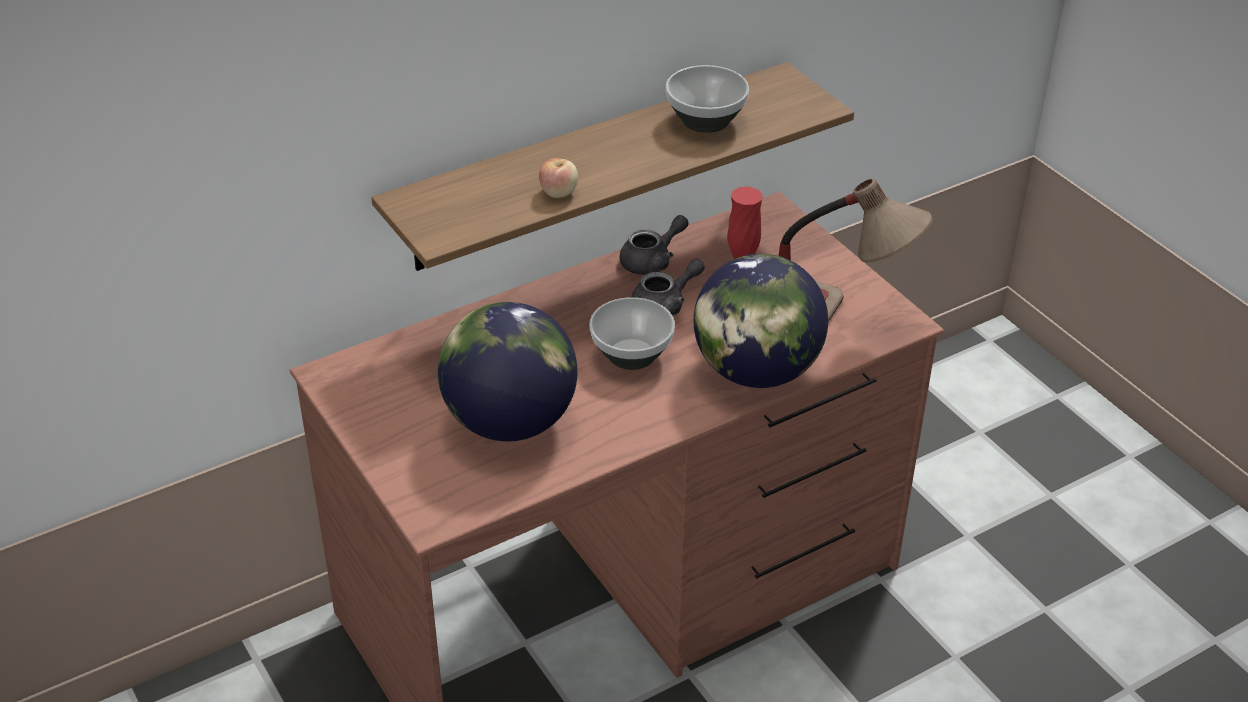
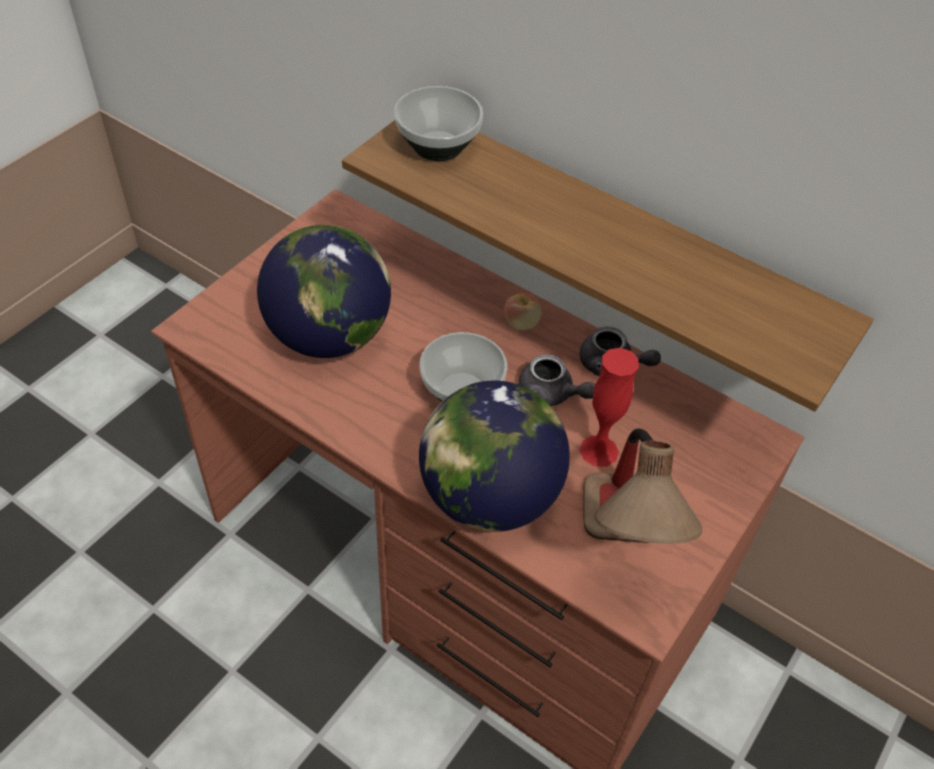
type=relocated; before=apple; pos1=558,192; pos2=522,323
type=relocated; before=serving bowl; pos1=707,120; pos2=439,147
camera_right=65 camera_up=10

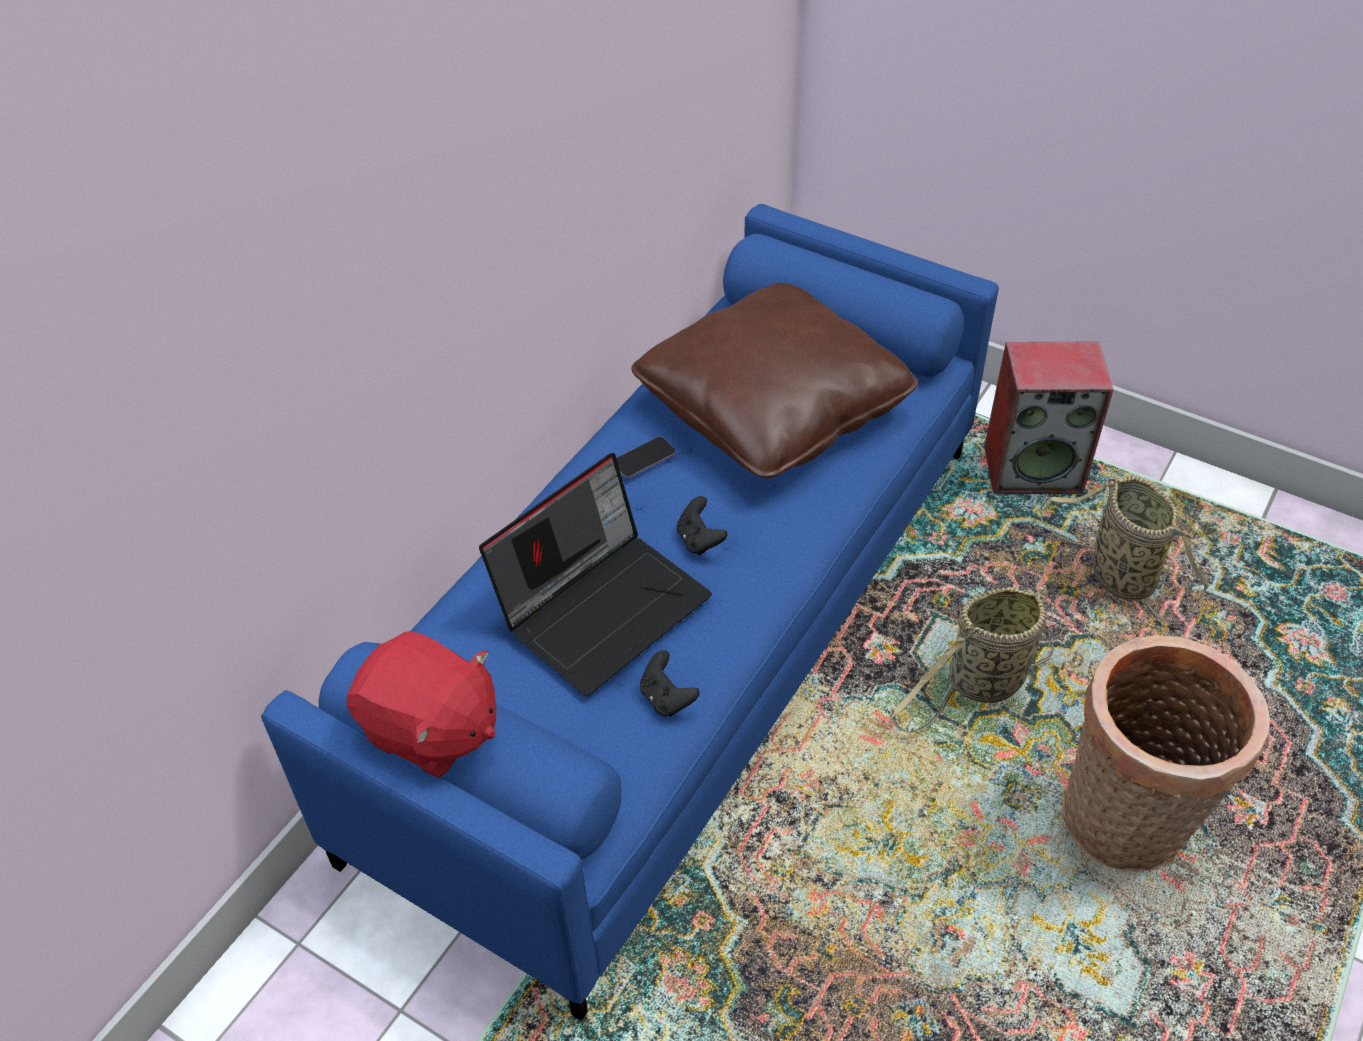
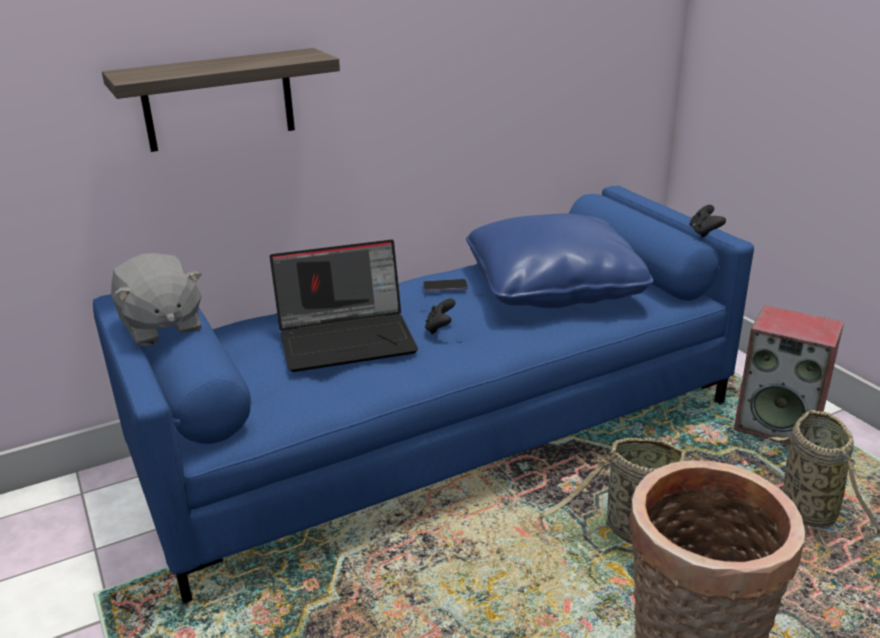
type=colour; before=red-coloured soft toy; after=greyish soft toy; pos1=431,730; pos2=161,327
type=colour; before=brown pillow; after=bluish pillow; pos1=773,409; pos2=553,288
type=relocated; before=black-coloured gamepad; pos1=666,698; pos2=704,233
type=appeared; after=wall shelf; pos2=219,100
camera_right=30 camera_up=-20

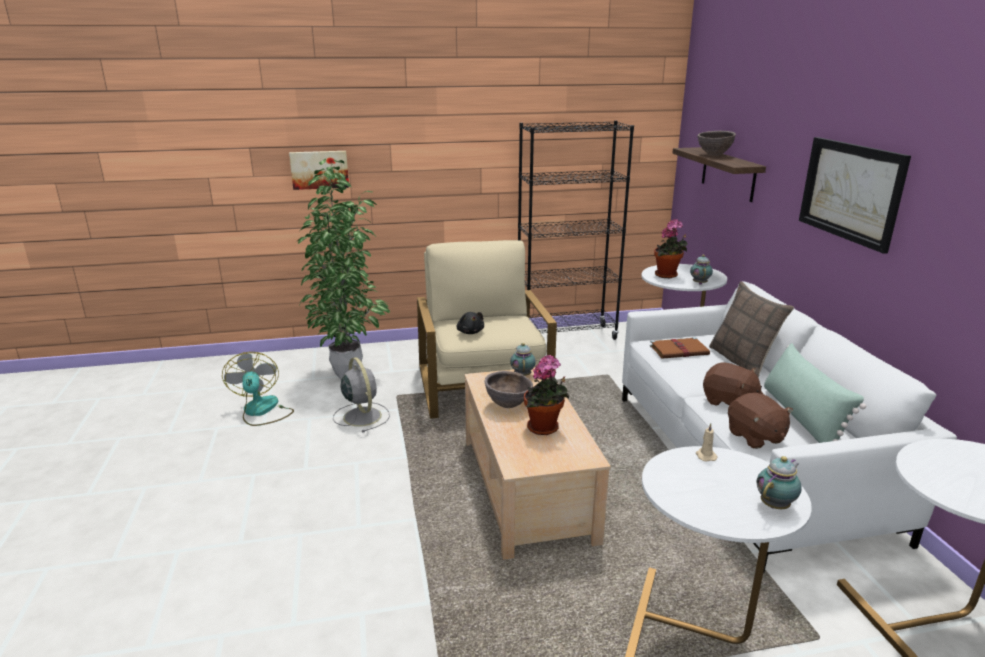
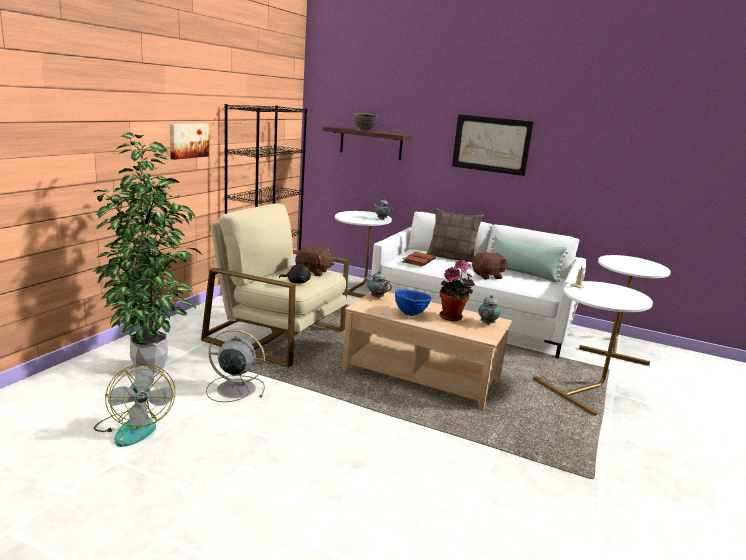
type=spun; before=cooling fan; pos1=261,411; pos2=134,427; turn=-135
type=relocated; before=wall picture; pos1=319,169; pos2=188,140
type=colour; before=brown serving bowl; after=bluish serving bowl; pos1=508,405; pos2=410,314
type=missing; before=houseplant; pos1=667,275
type=relocated; before=brown soft toy; pos1=755,437; pos2=313,272
type=relocated; before=pot for tea; pos1=776,505; pos2=487,323
camera_right=-55 camera_up=-5

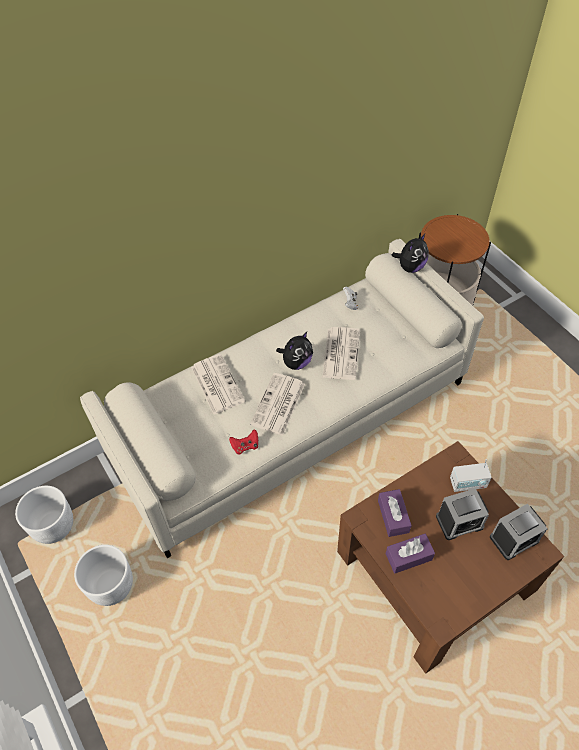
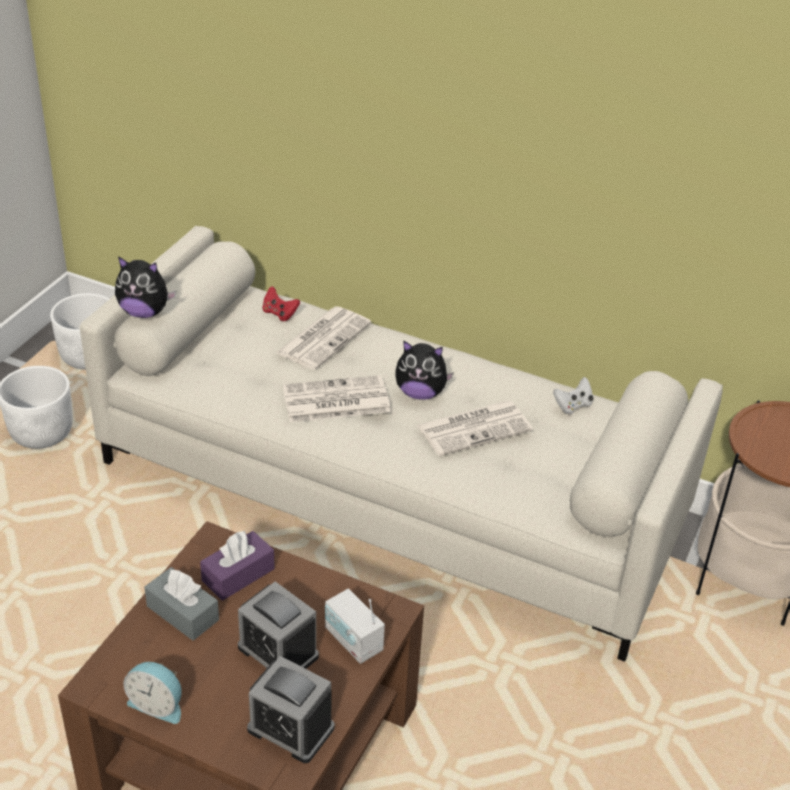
type=relocated; before=red-coloured gamepad; pos1=245,446; pos2=279,314
type=colour; before=purple-coloured box of tissues; after=greyish box of tissues; pos1=408,556; pos2=182,613
type=relocated; before=soft toy; pos1=410,267; pos2=145,312
type=appeared; after=alarm clock; pos2=157,704
camera_right=55 camera_up=-15

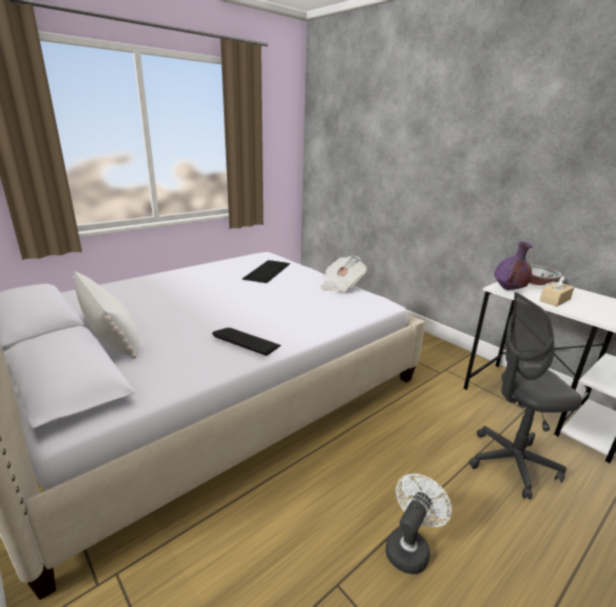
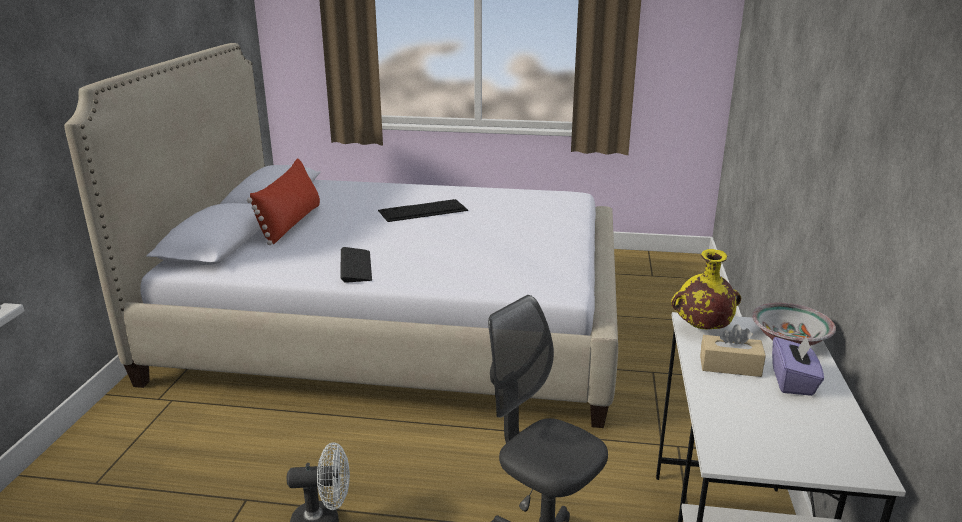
type=colour; before=whitish pillow; after=red-coloured pillow; pos1=110,334; pos2=291,223
type=relocated; before=computer keyboard; pos1=267,271; pos2=422,211
type=missing; before=daily paper; pos1=341,285
type=colour; before=purple-coloured vase; after=yellow vase; pos1=509,290; pos2=701,328
type=appeared; after=purple-coloured box of tissues; pos2=793,381
camera_right=50 camera_up=0

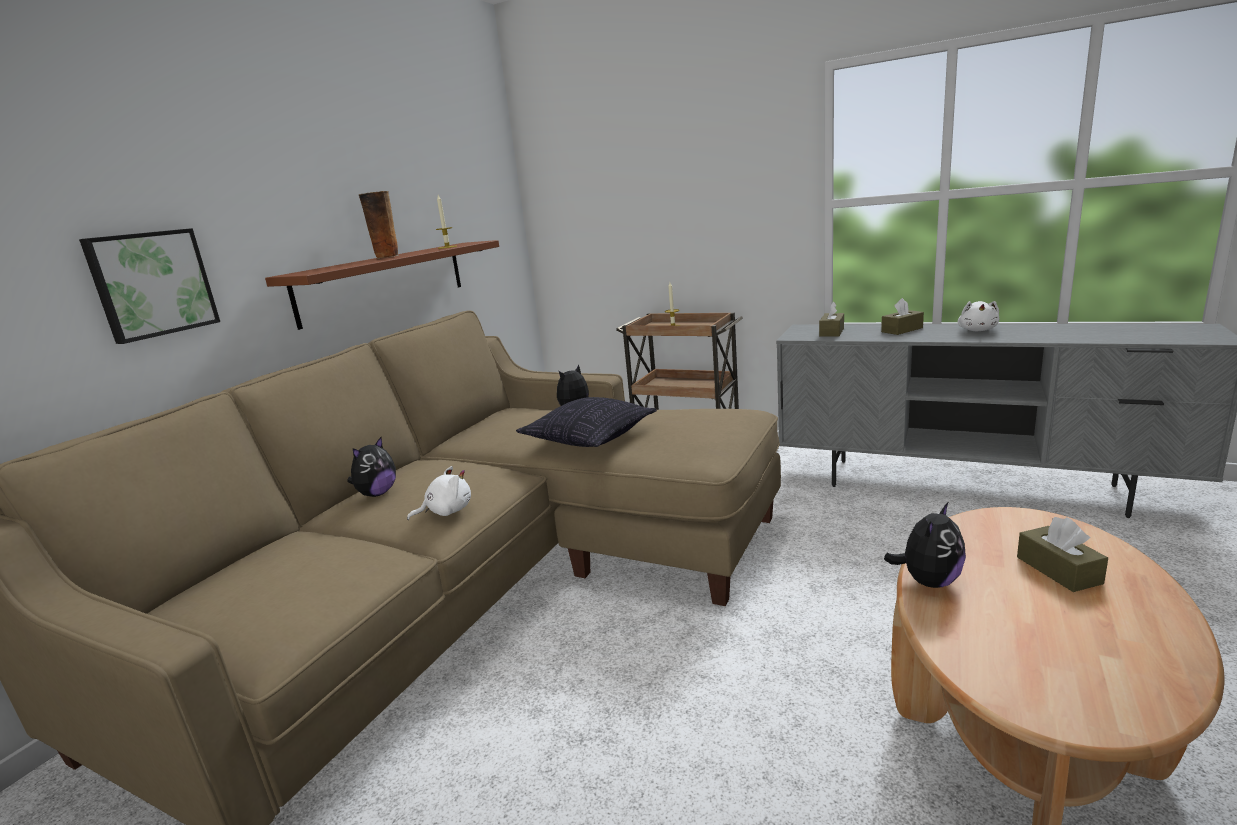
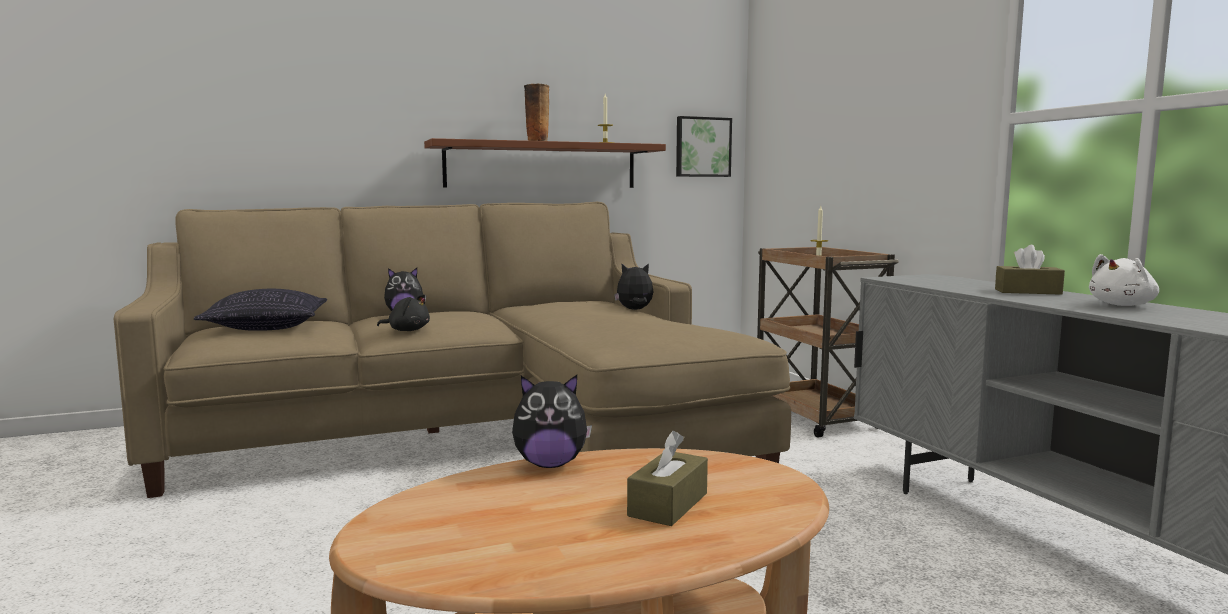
type=relocated; before=wall picture; pos1=152,284; pos2=702,147
type=colour; before=whitish soft toy; after=black-coloured soft toy; pos1=446,511; pos2=407,330
type=relocated; before=pillow; pos1=589,438; pos2=267,327
type=missing; before=brown box of tissues; pos1=831,332
camera_right=40 camera_up=-10

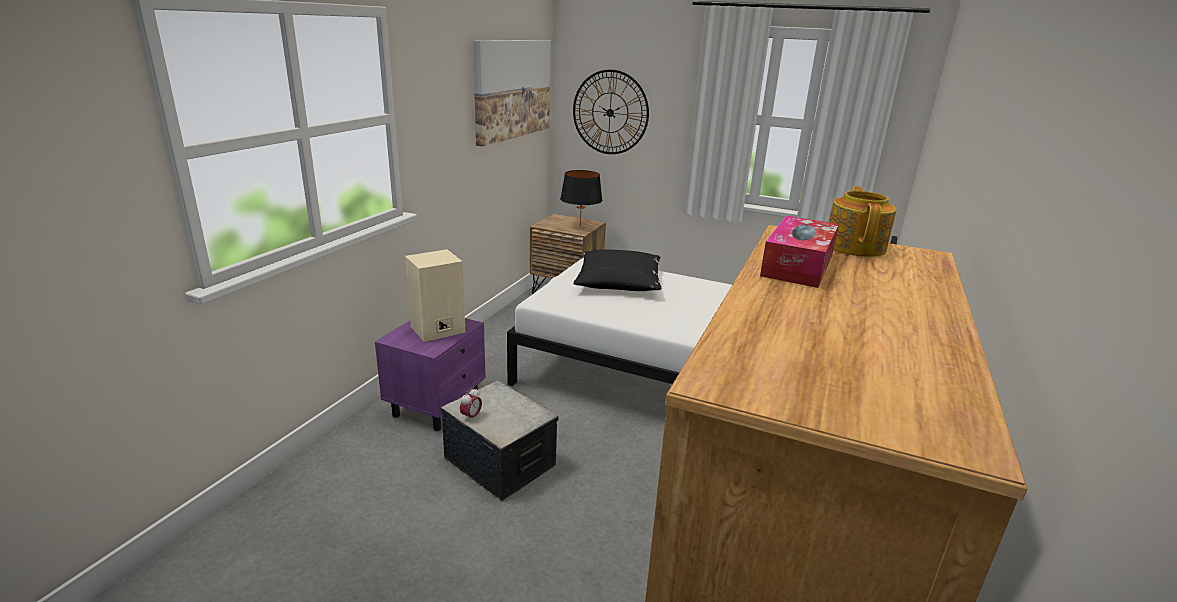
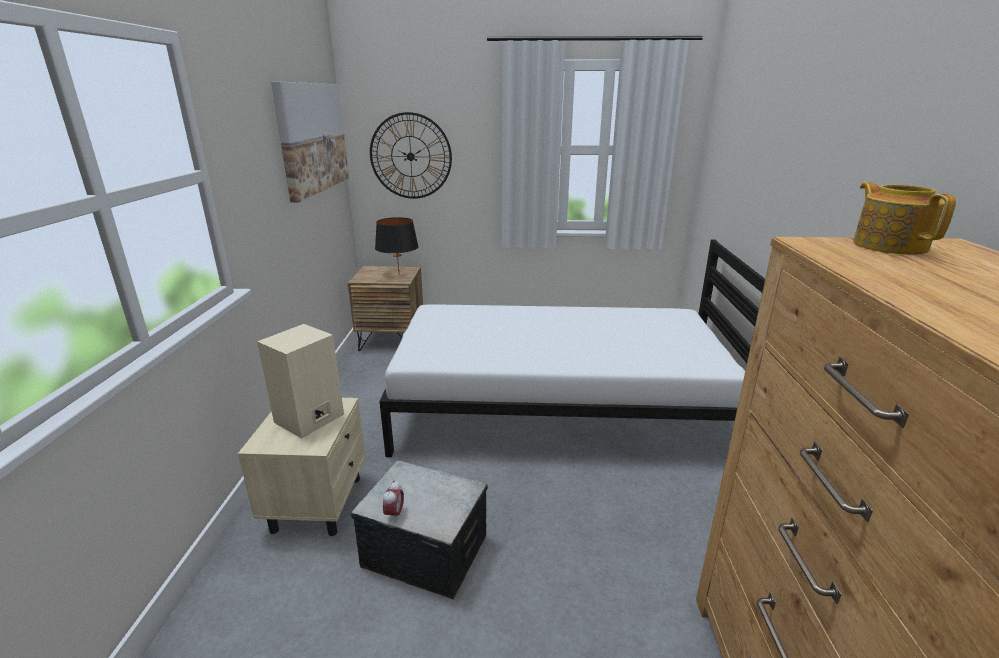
type=colour; before=purple-coloured night table; after=beige night table; pos1=437,405; pos2=318,502
type=missing; before=black-coloured pillow; pos1=618,281
type=missing; before=box of tissues; pos1=797,265
camera_right=-20 camera_up=0

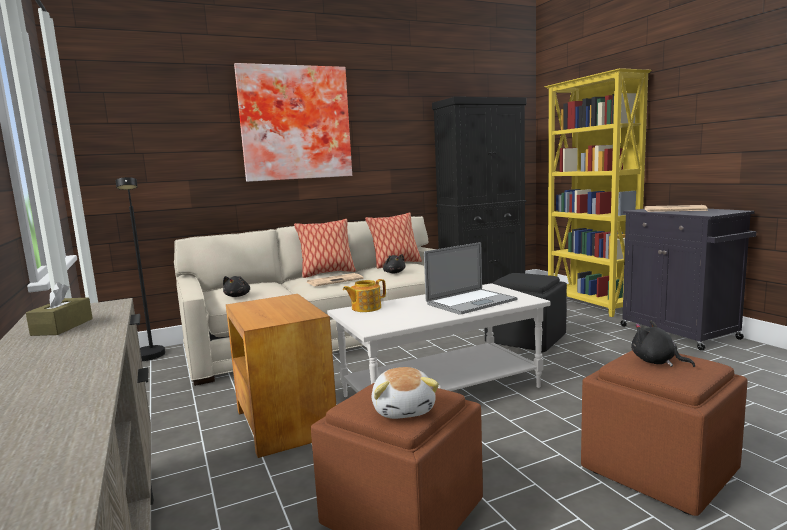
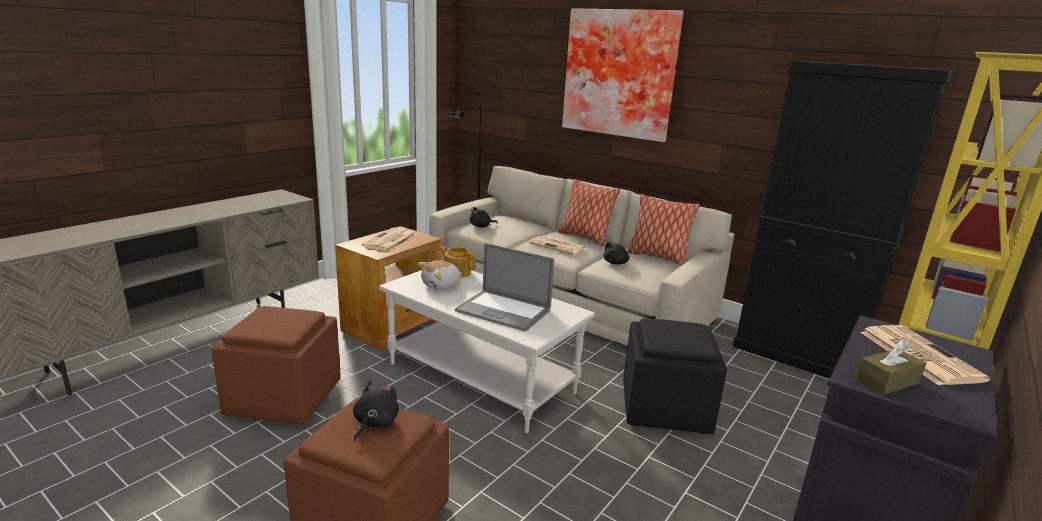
type=relocated; before=brown box of tissues; pos1=62,327; pos2=887,381
type=relocated; before=soft toy; pos1=404,409; pos2=442,286
type=appeared; after=daily paper; pos2=390,240
camera_right=60 camera_up=10

